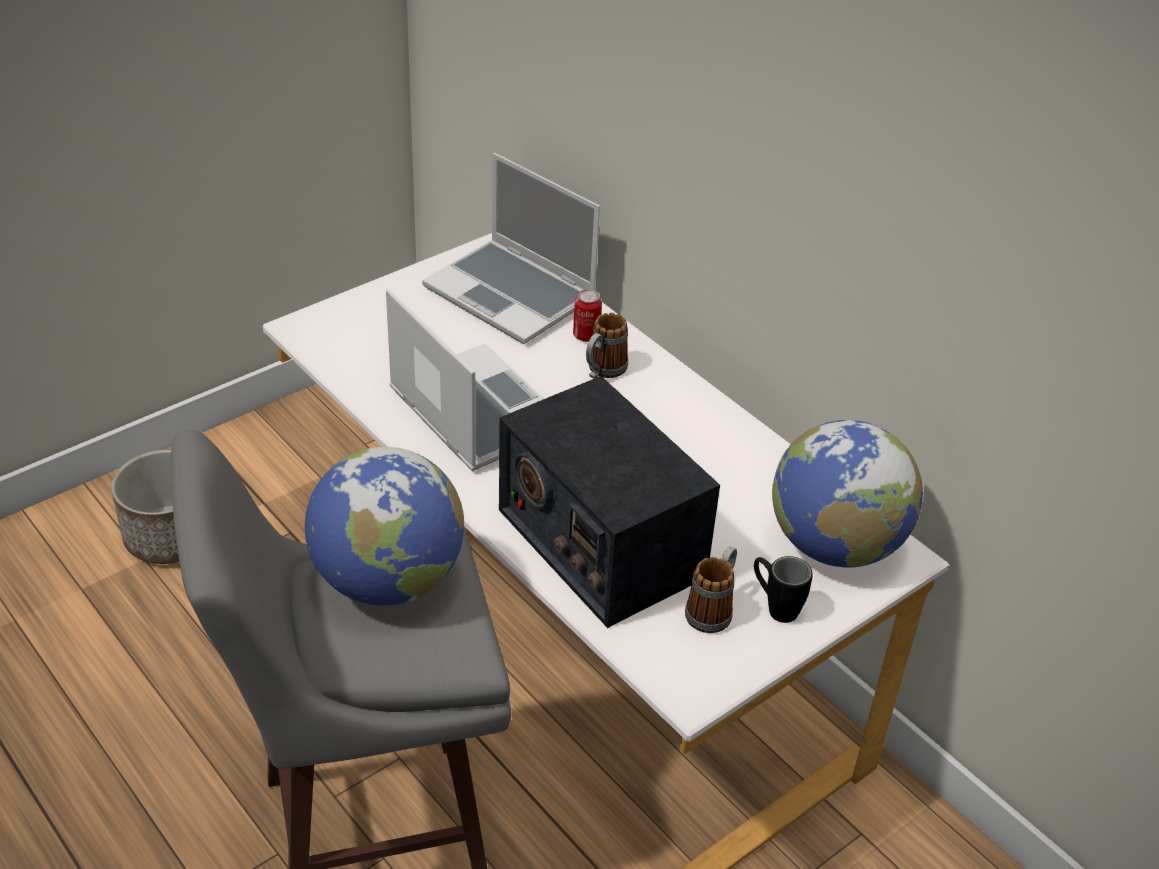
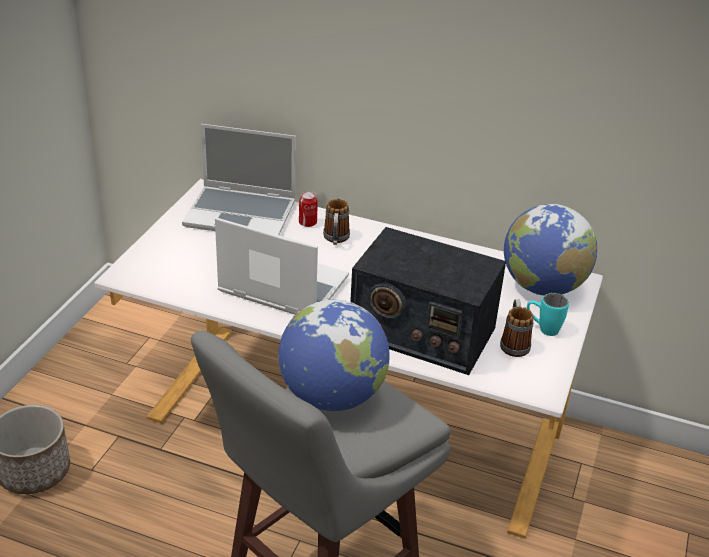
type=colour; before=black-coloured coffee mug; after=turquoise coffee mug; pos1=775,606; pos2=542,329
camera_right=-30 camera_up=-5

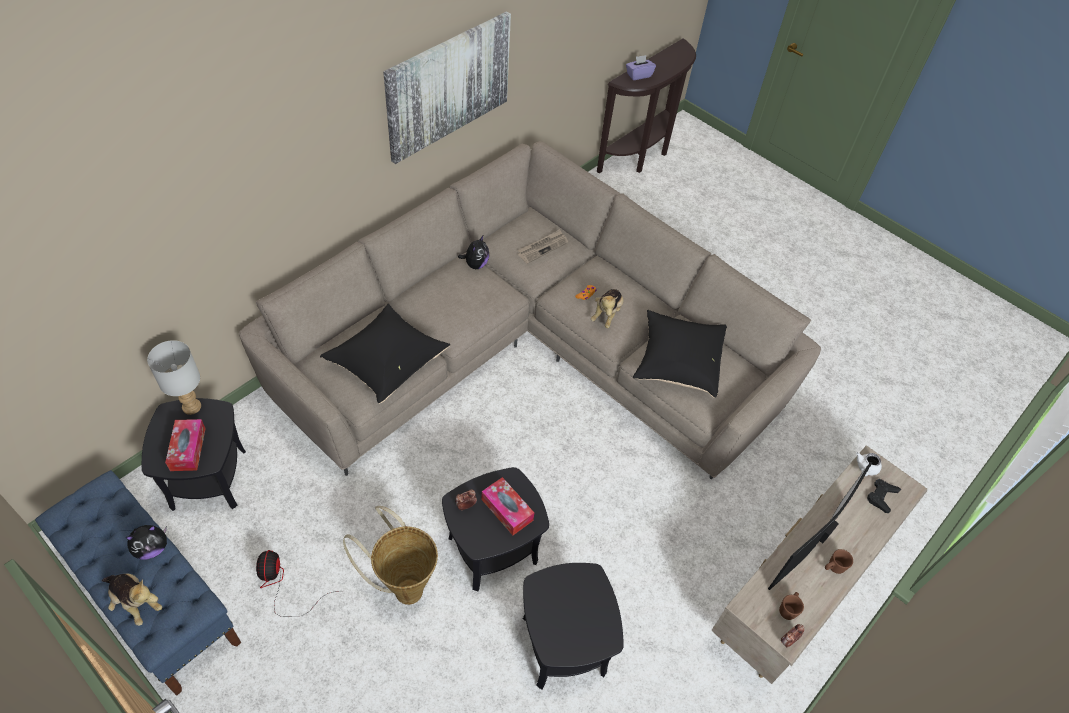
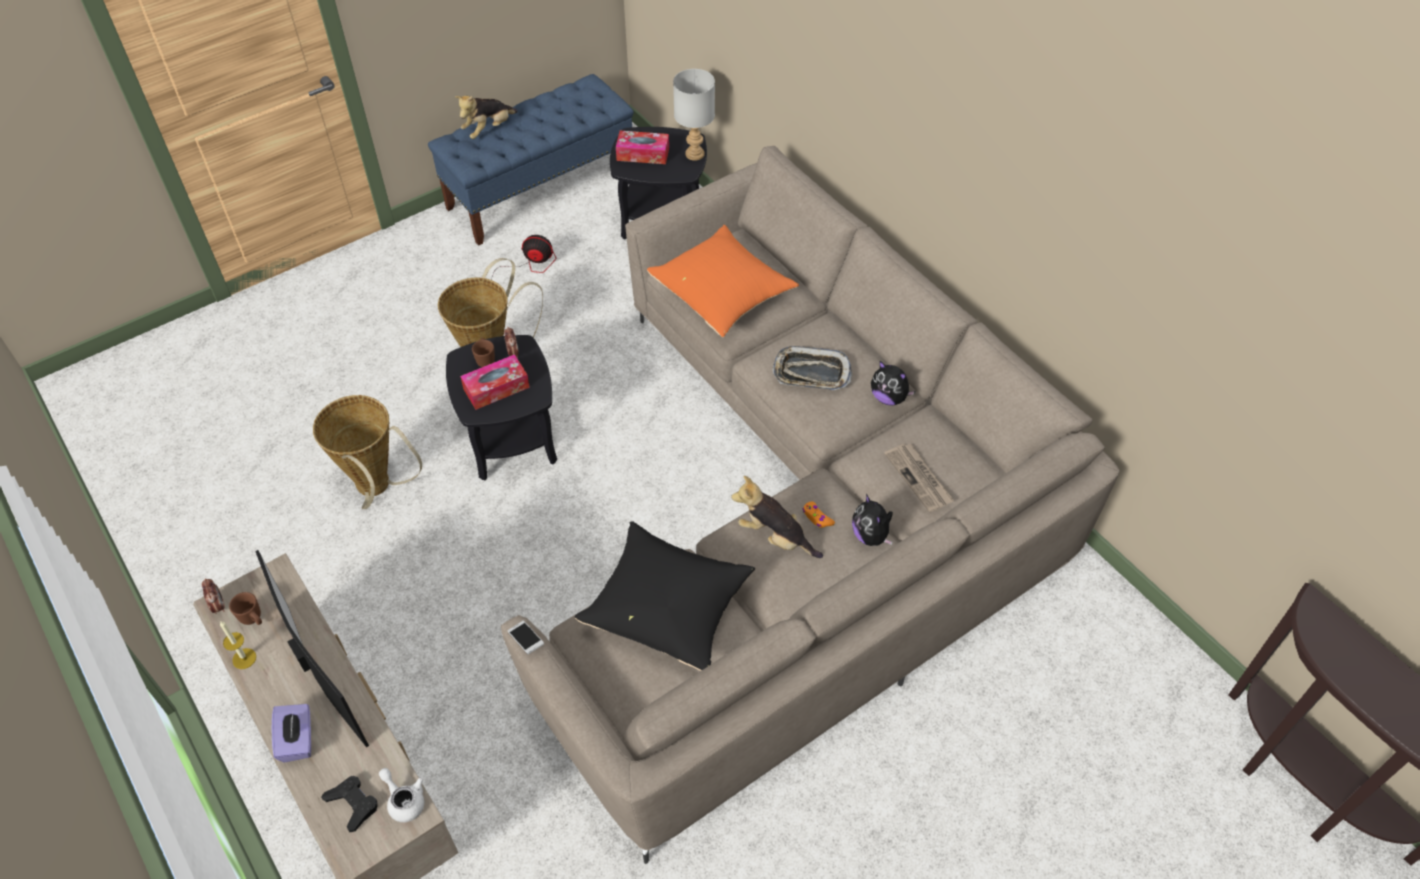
type=relocated; before=soft toy; pos1=152,548; pos2=871,536
type=colour; before=black-coloured pillow; after=orange pillow; pos1=387,362; pos2=723,296
type=missing; before=wall picture; pos1=448,86
type=exchanged; before=black-coloured end table; after=household basket; pos1=564,645; pos2=378,490
type=relocated; before=purple-coloured box of tissues; pos1=638,75; pos2=298,740
type=relocated; before=brown coffee mug; pos1=833,568; pos2=485,359
type=appeared; after=wax light; pos2=244,658
type=appeared; after=handset; pos2=526,640
type=appeared; after=serving tray; pos2=811,373
camera_right=105 camera_up=0

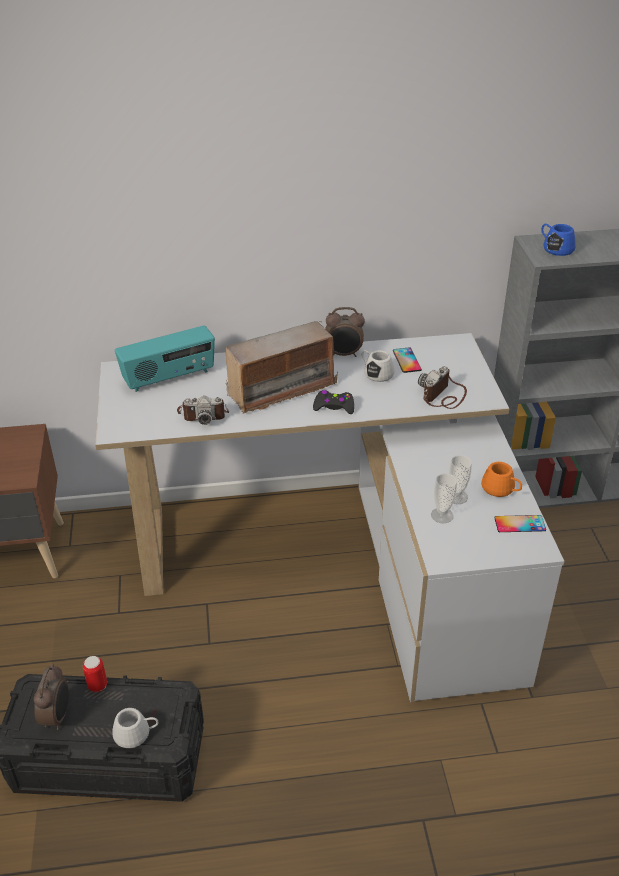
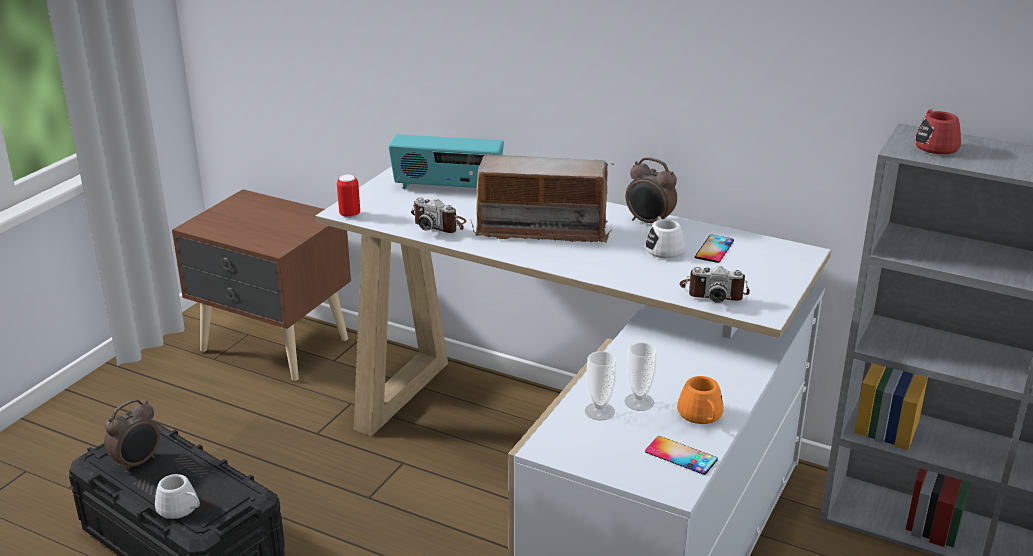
type=relocated; before=can; pos1=97,685; pos2=349,214
type=missing; before=black-coloured gamepad; pos1=334,407
type=spun; before=still camera; pos1=443,396; pos2=713,292; turn=-150
type=colour; before=bluish coffee mug; after=red-coloured coffee mug; pos1=555,248; pos2=934,145
camera_right=35 camera_up=-10

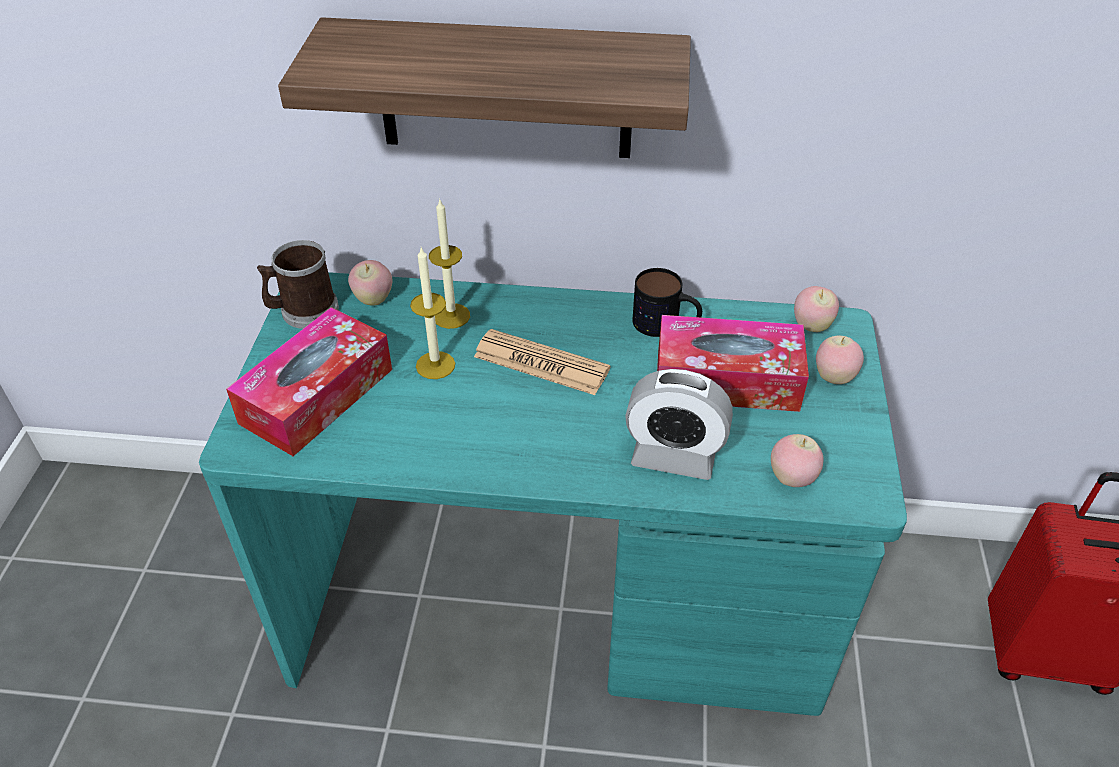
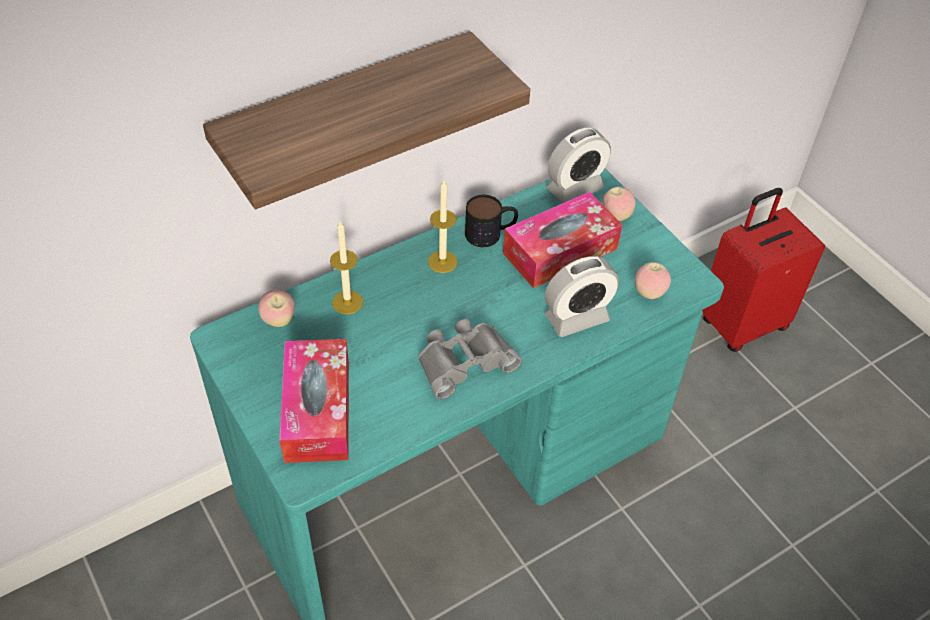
type=missing; before=coffee mug; pos1=303,312
type=relocated; before=wax light; pos1=435,365; pos2=442,261
type=missing; before=daily paper; pos1=541,363
type=exchanged; before=apple; after=alarm clock; pos1=811,326; pos2=574,188
type=appeared; after=greyish pair of binoculars; pos2=464,361
camera_right=-40 camera_up=5

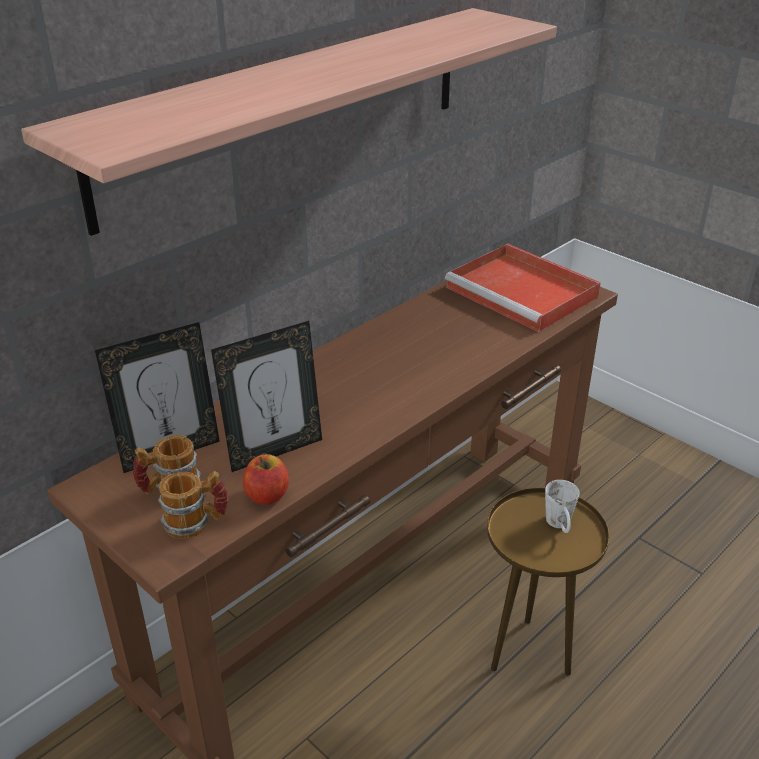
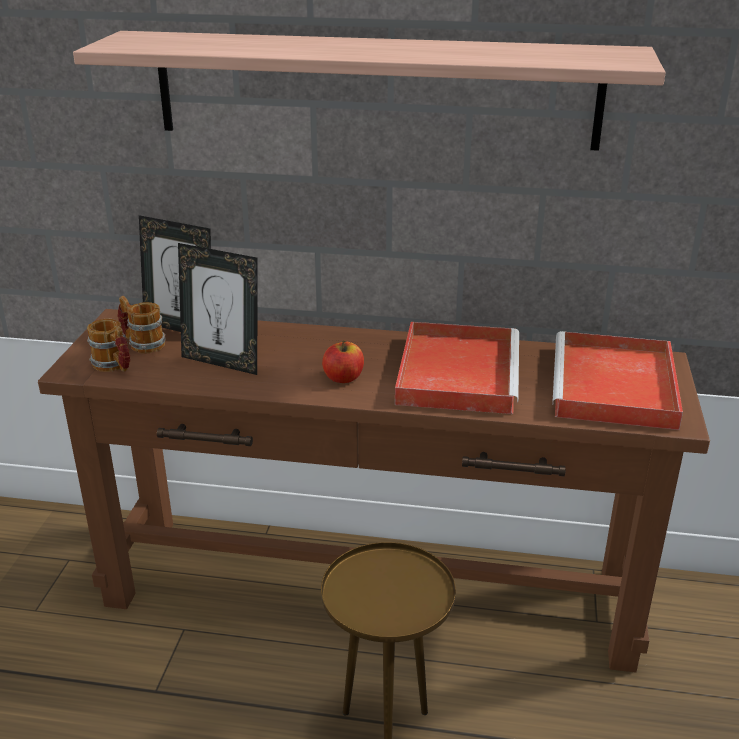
type=relocated; before=apple; pos1=267,495; pos2=343,378
type=missing; before=whitish coffee mug; pos1=560,526
type=appeared; after=red-coloured serving tray; pos2=457,371
camera_right=55 camera_up=-5

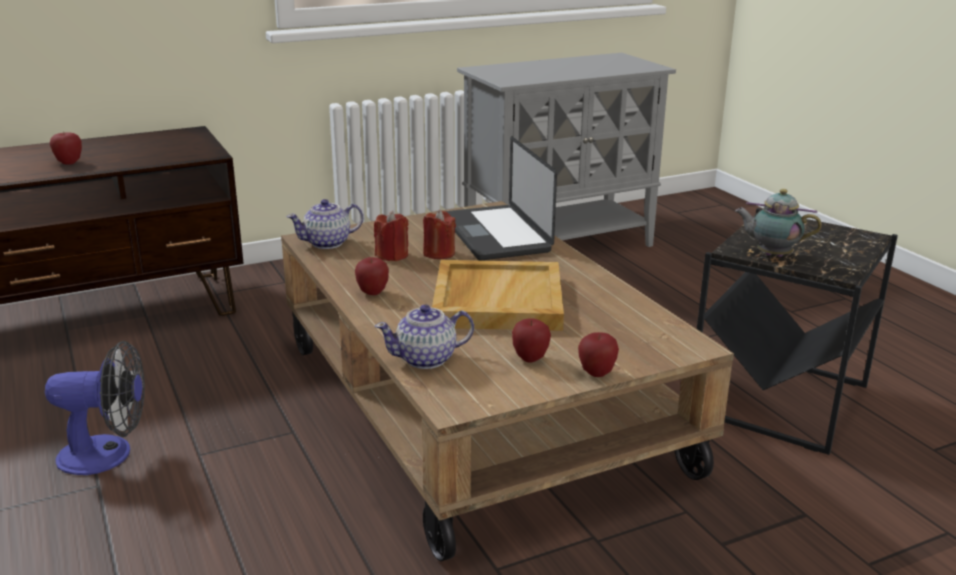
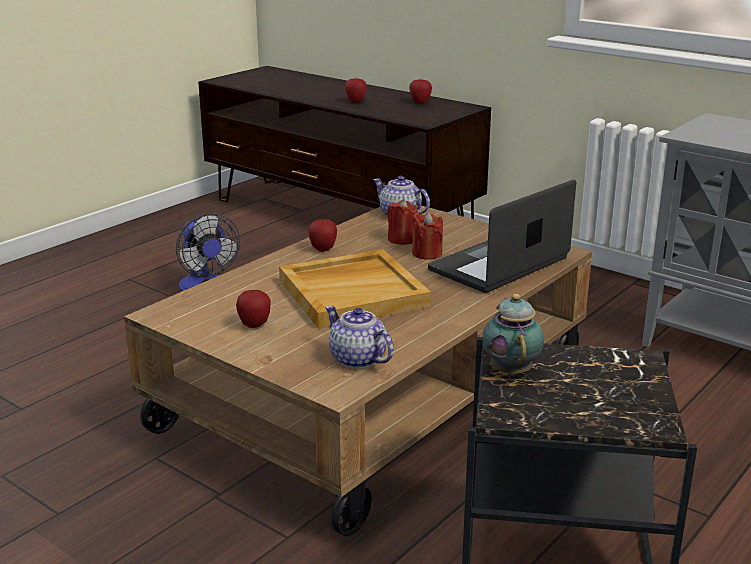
type=relocated; before=pot for tea; pos1=426,359; pos2=358,359
type=relocated; before=apple; pos1=596,373; pos2=420,103
camera_right=65 camera_up=0

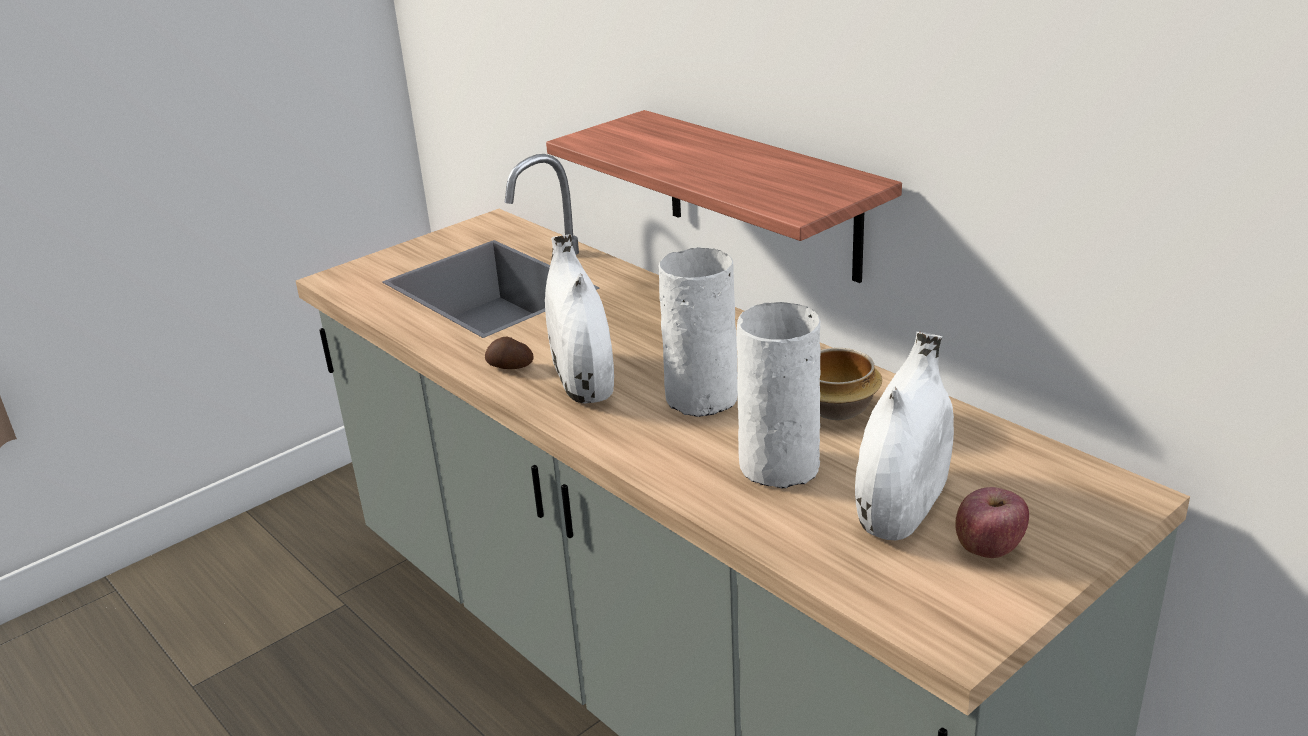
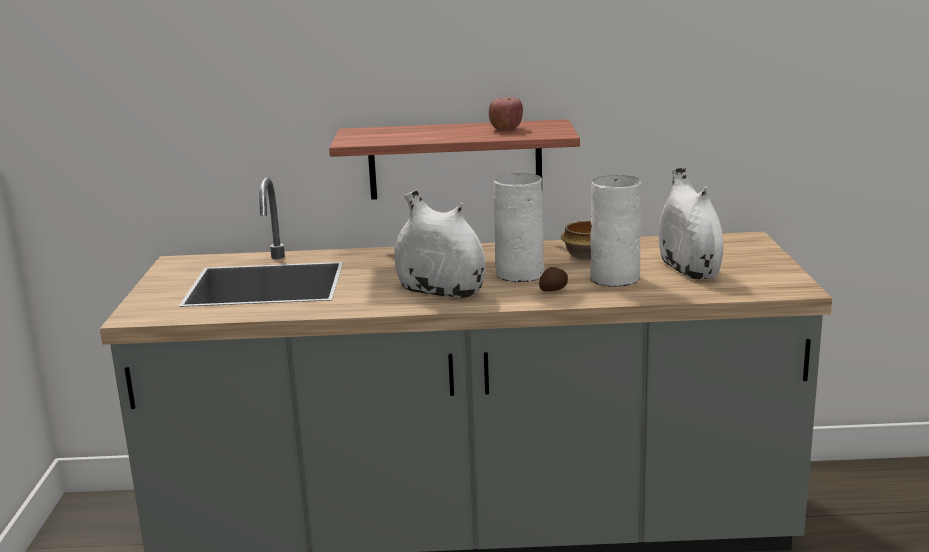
type=relocated; before=potato; pos1=509,367; pos2=554,290
type=relocated; before=apple; pos1=988,547; pos2=506,129
camera_right=-50 camera_up=-10

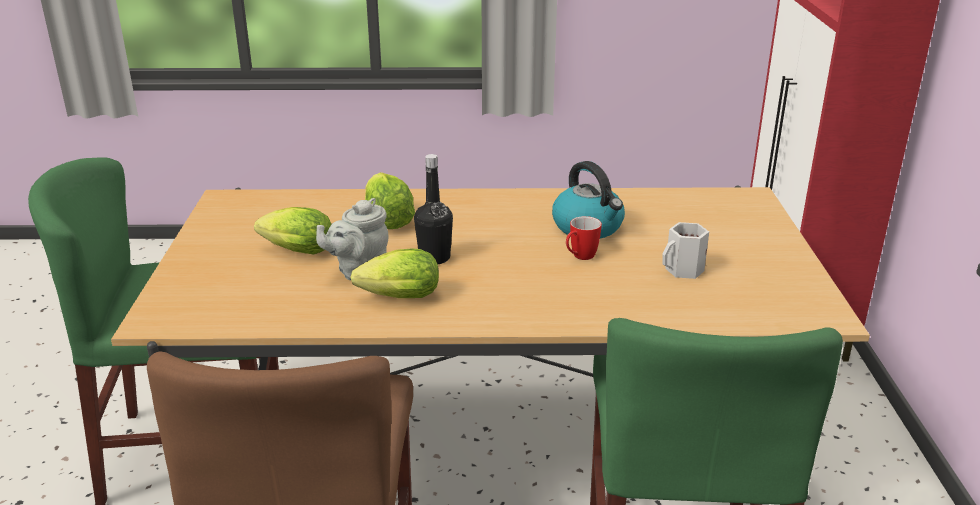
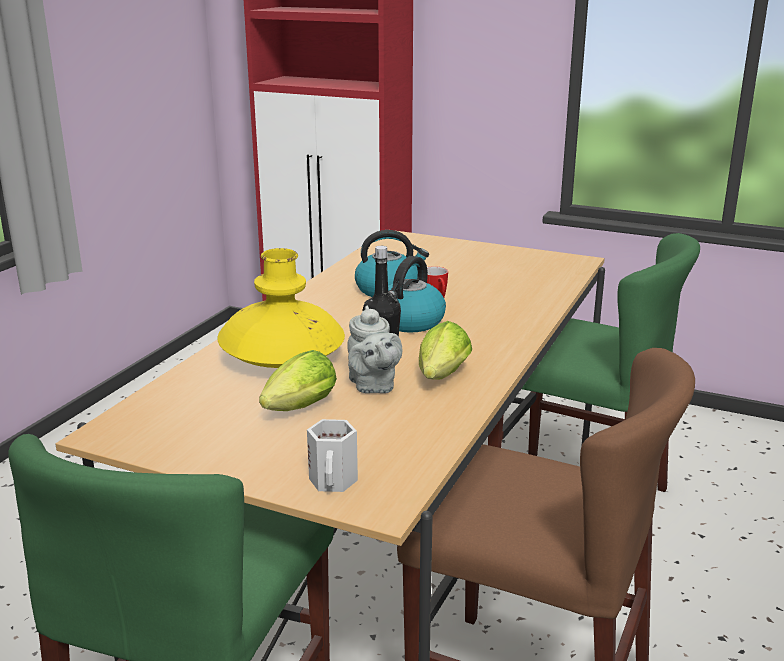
type=exchanged; before=lettuce; after=yellow vase; pos1=387,221; pos2=282,357
type=relocated; before=whitish coffee mug; pos1=683,270; pos2=334,480
type=appeared; after=water kettle; pos2=409,322
camera_right=-65 camera_up=-5

